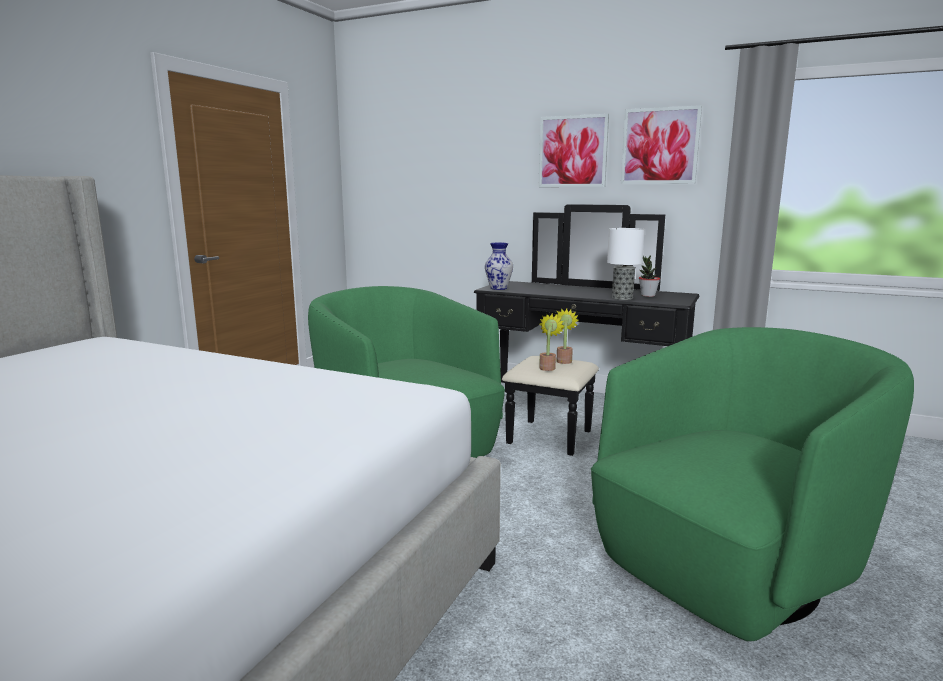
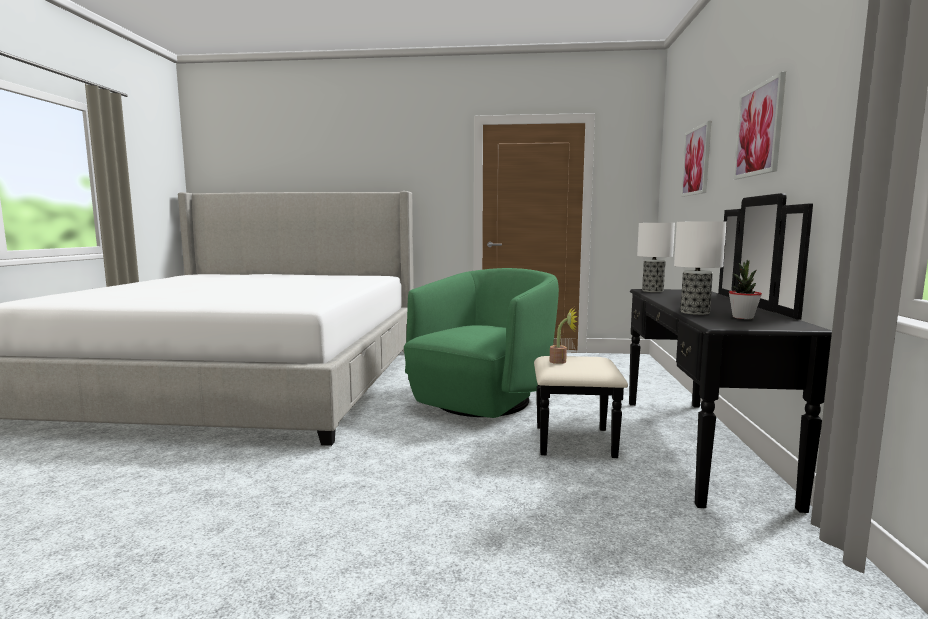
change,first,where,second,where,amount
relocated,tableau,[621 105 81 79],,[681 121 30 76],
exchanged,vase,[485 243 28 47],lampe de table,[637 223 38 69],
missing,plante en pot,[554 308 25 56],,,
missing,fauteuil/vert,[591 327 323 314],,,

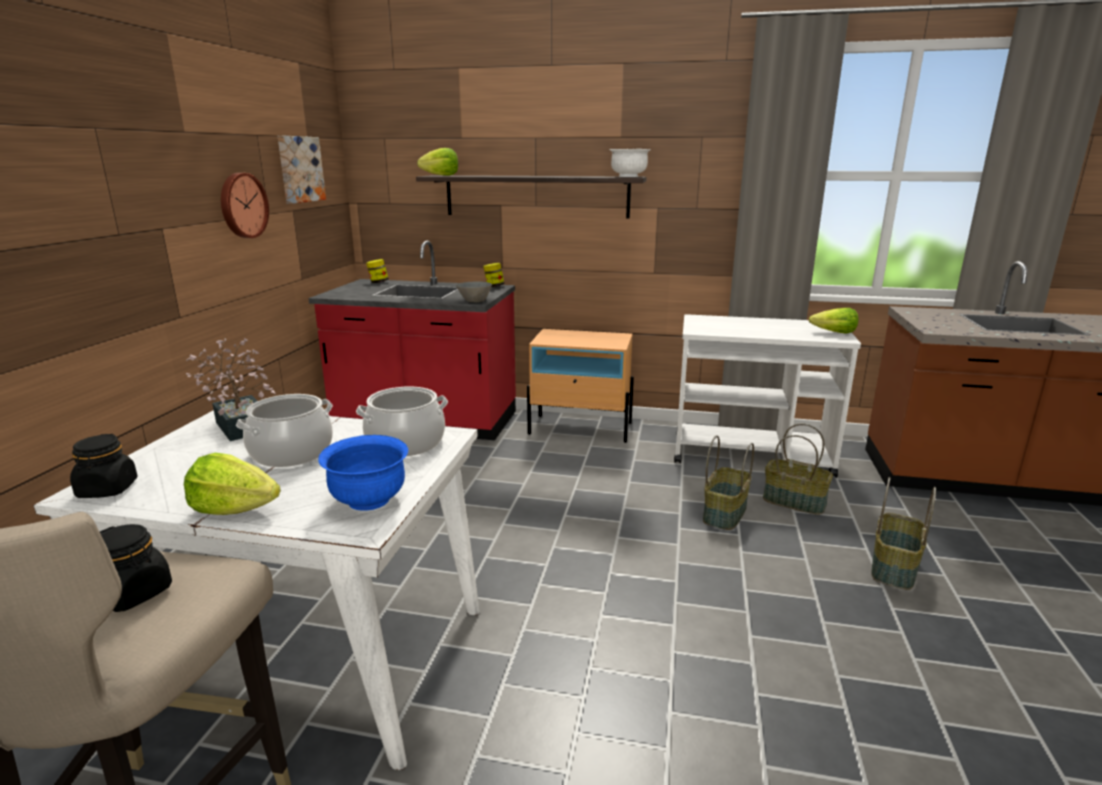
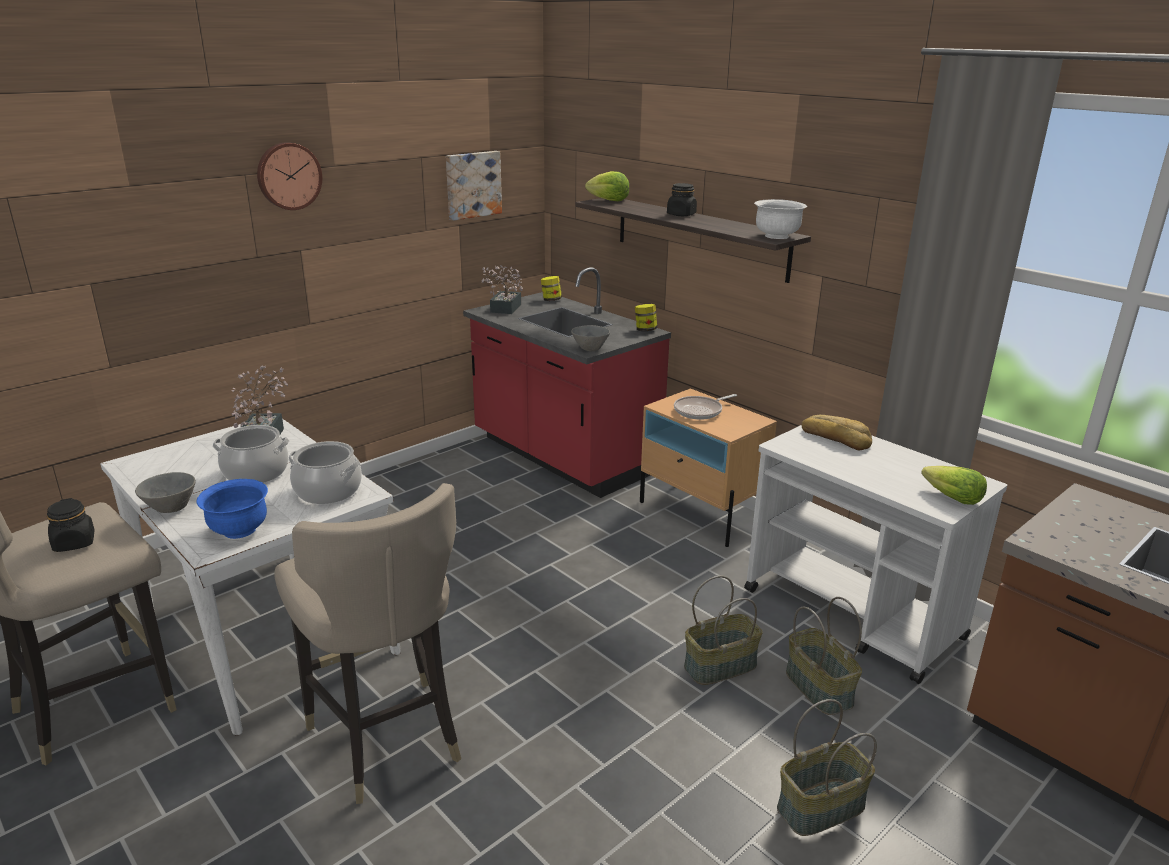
change,first,where,second,where,amount
relocated,horloge murale,[221 173 48 65],,[257 142 65 68],
relocated,bocal/noir,[70 434 68 64],,[667 183 30 33],
exchanged,laitue,[184 453 97 62],bol/gris,[135 472 61 41],
appeared,,,plante en pot,[481 265 42 49],
appeared,,,poêle,[674 394 63 26],
appeared,,,pain,[801 415 71 35],
appeared,,,tabouret/beige,[274 483 187 321],

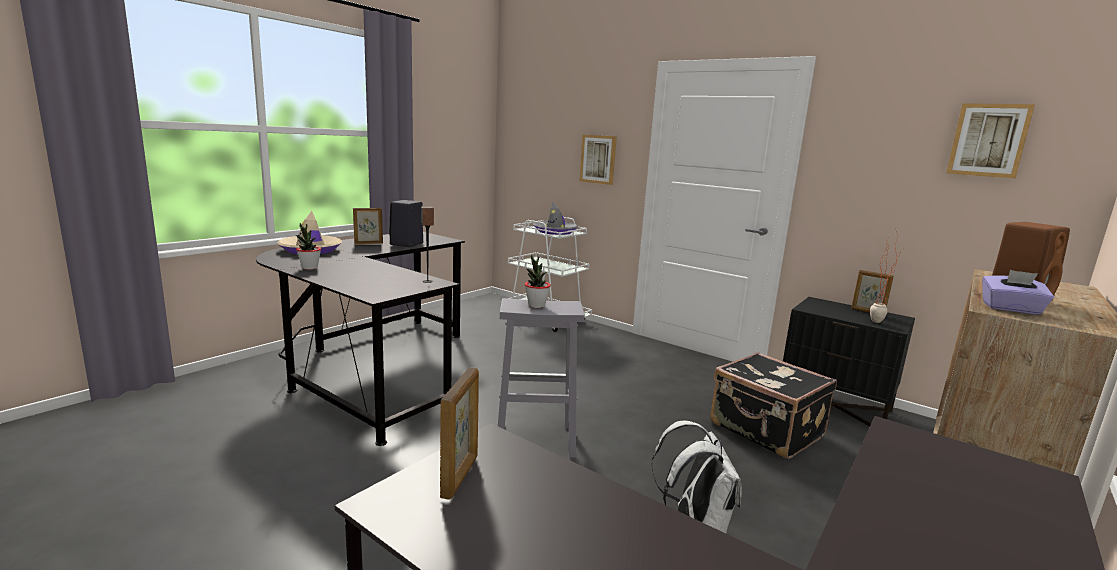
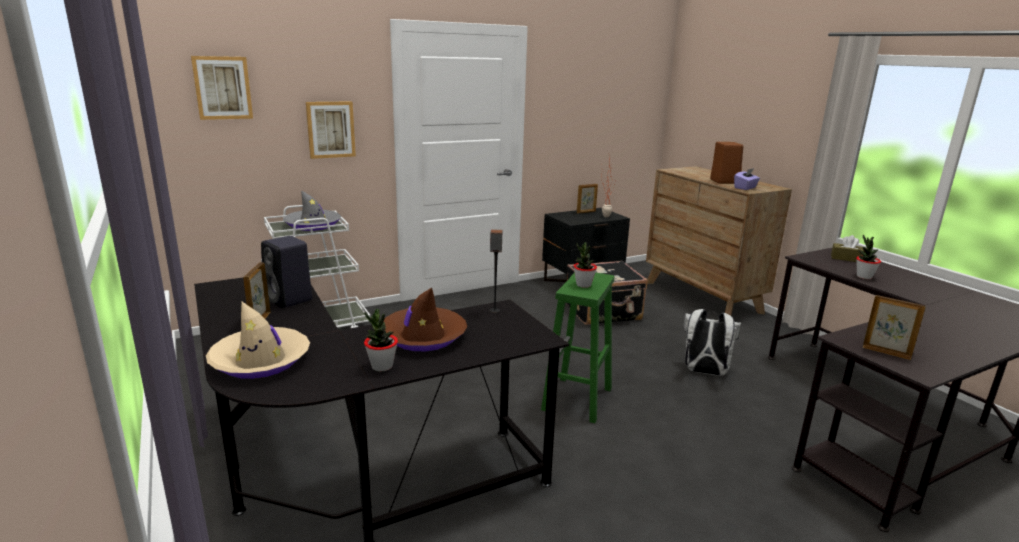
change,first,where,second,where,amount
relocated,tableau,[946 103 89 75],,[191 56 62 64],
colour,tabouret/gris,[498 298 87 160],tabouret/vert,[541 272 74 151],
appeared,,,plante en pot,[856 234 25 45],
appeared,,,boîte à mouchoirs/marron,[831 235 33 27],
appeared,,,chapeau/marron,[384 288 83 63],

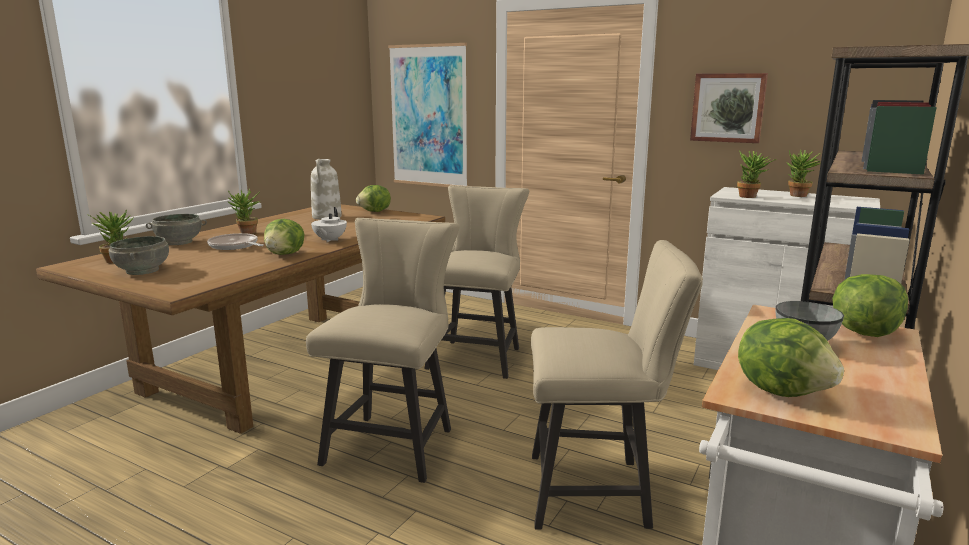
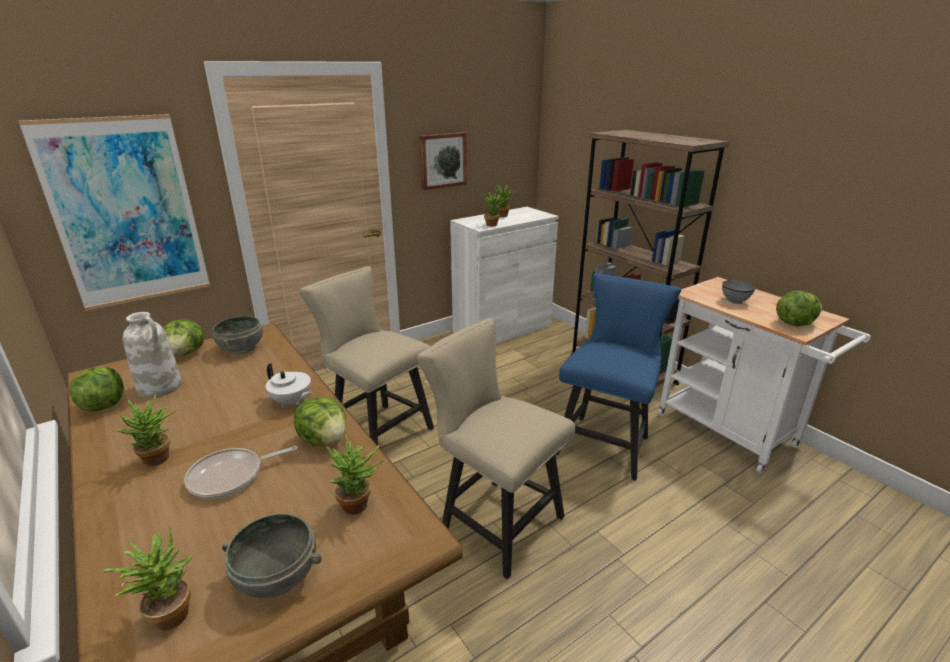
change,first,where,second,where,amount
relocated,bol/gris,[146 214 61 31],,[212 316 51 39],
colour,chaise/beige,[531 240 172 289],chaise/bleu,[555 273 126 208],
relocated,laitue,[832 274 76 63],,[70 367 54 44],
appeared,,,plante en pot,[327 435 58 80],

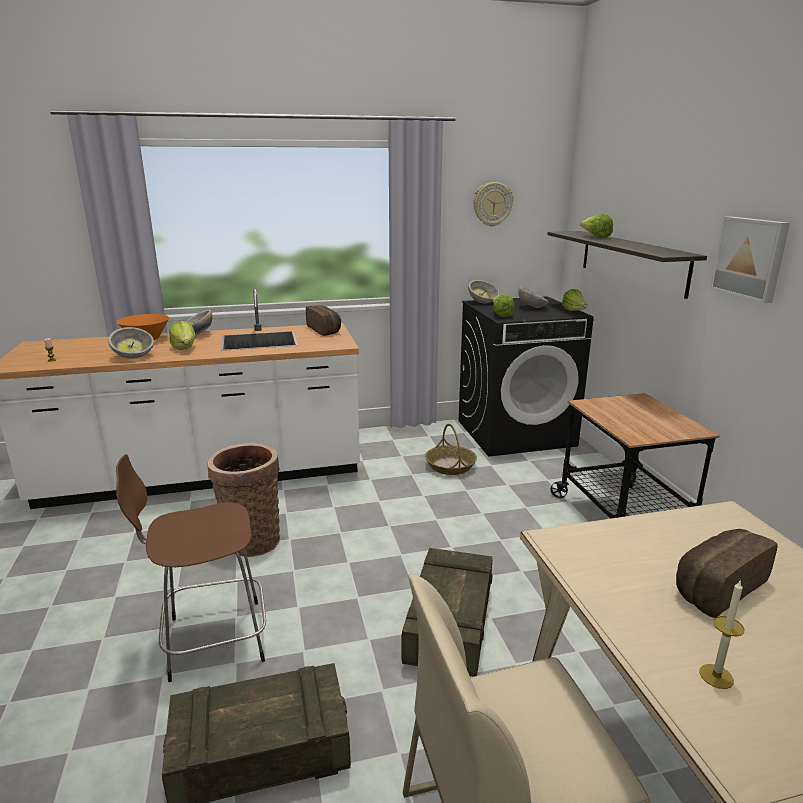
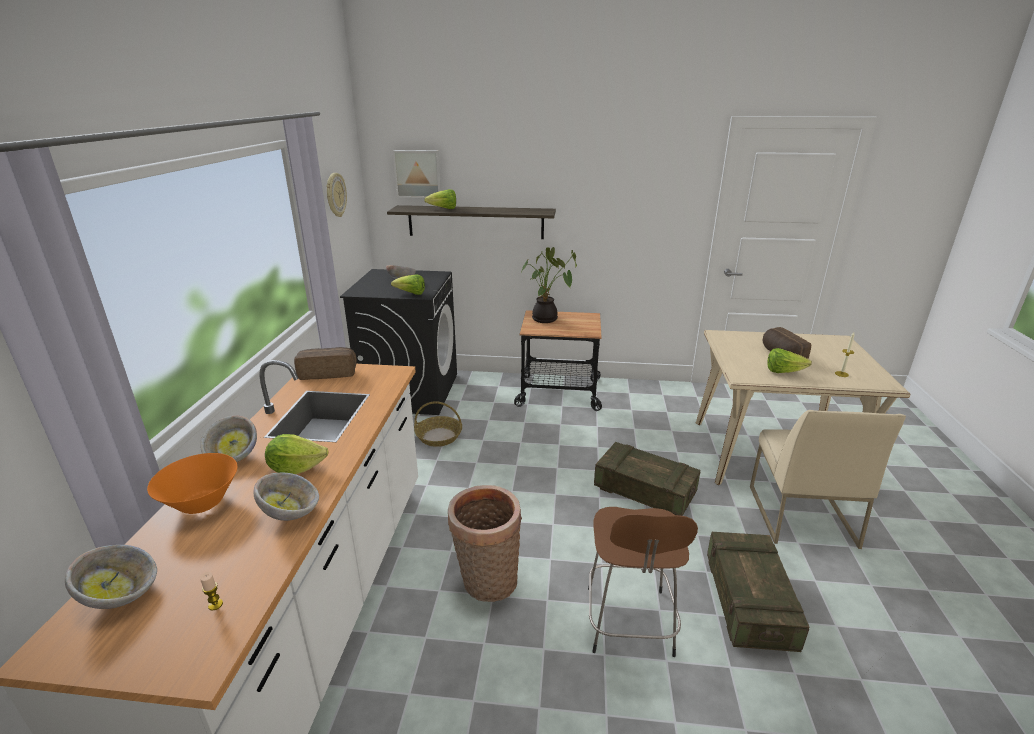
change,first,where,second,where,amount
relocated,tableau,[710 216 80 87],,[393 150 48 48],
relocated,bol,[468 280 32 23],,[65 545 92 64],
relocated,laitue,[562 289 26 22],,[768 348 44 25],
appeared,,,plante en pot,[521 247 56 76],

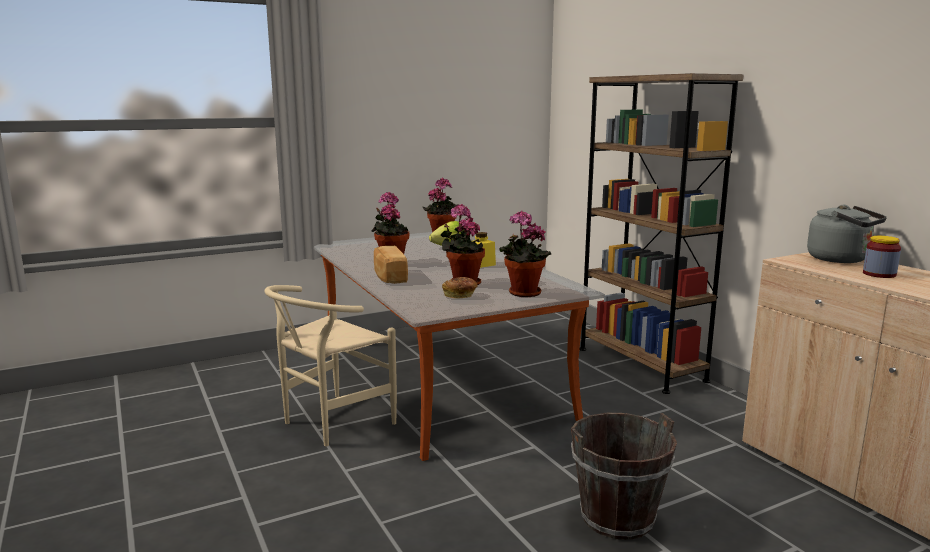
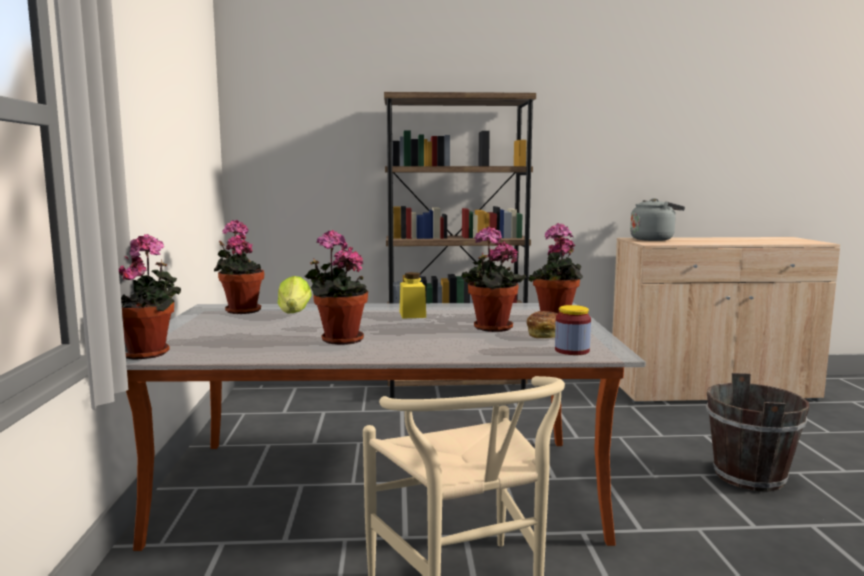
change,first,where,second,where,amount
relocated,bocal,[863 236 38 42],,[555 305 36 50],
missing,pain,[374 245 34 39],,,
appeared,,,plante en pot,[119 234 62 126],

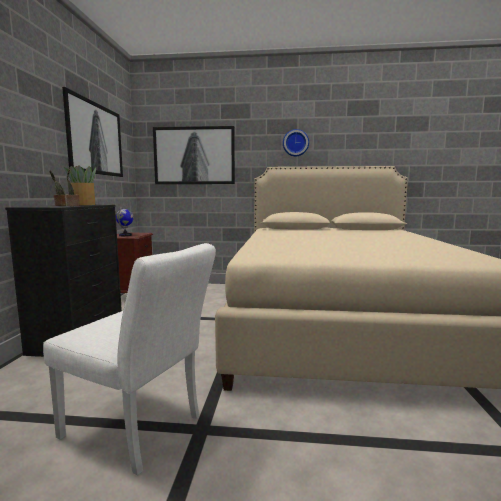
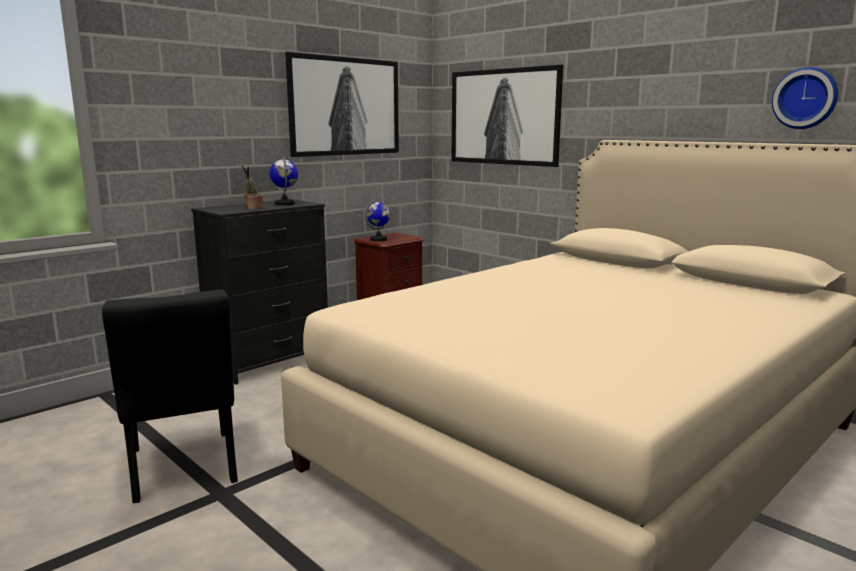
change,first,where,second,where,amount
relocated,horloge murale,[283 129 26 27],,[772 67 66 62],
exchanged,plante en pot,[64 165 32 40],globe,[270 156 28 49],
colour,chaise/blanc,[43 243 173 233],chaise/noir,[102 290 136 213],

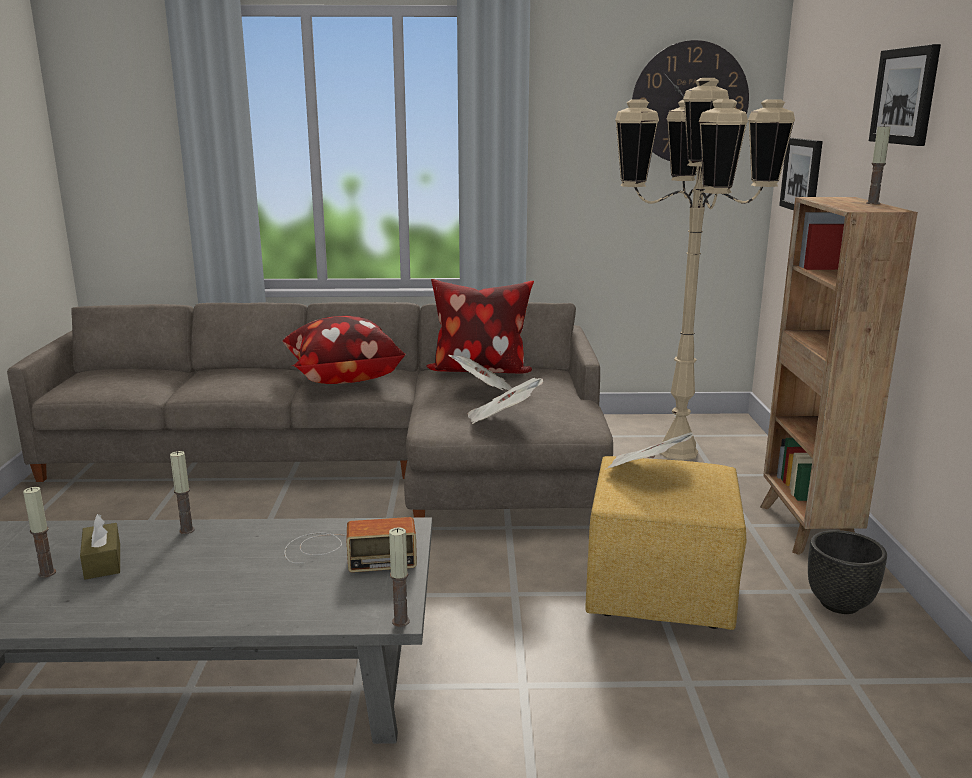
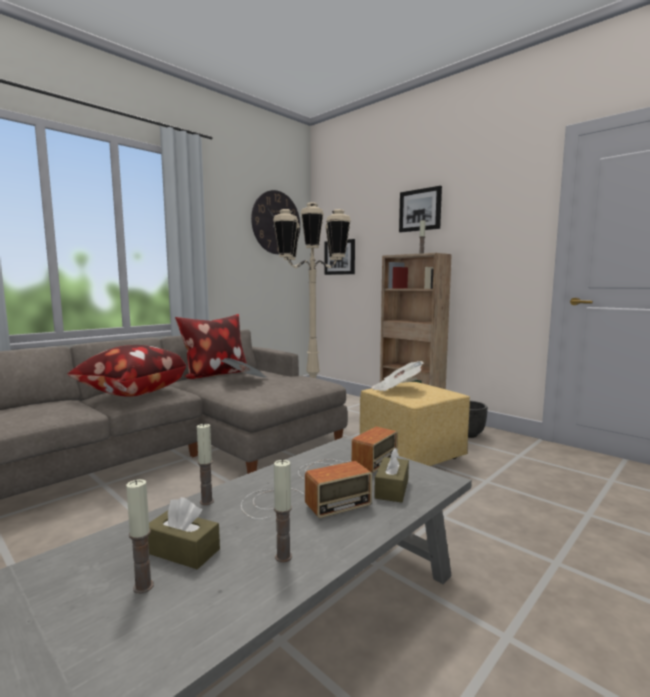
change,first,where,second,where,amount
missing,journal,[468 378 75 46],,,
relocated,bougie,[389 527 21 100],,[274 460 18 103],
appeared,,,boîte à mouchoirs/marron,[374 448 35 54],
appeared,,,radio,[241 461 131 58],

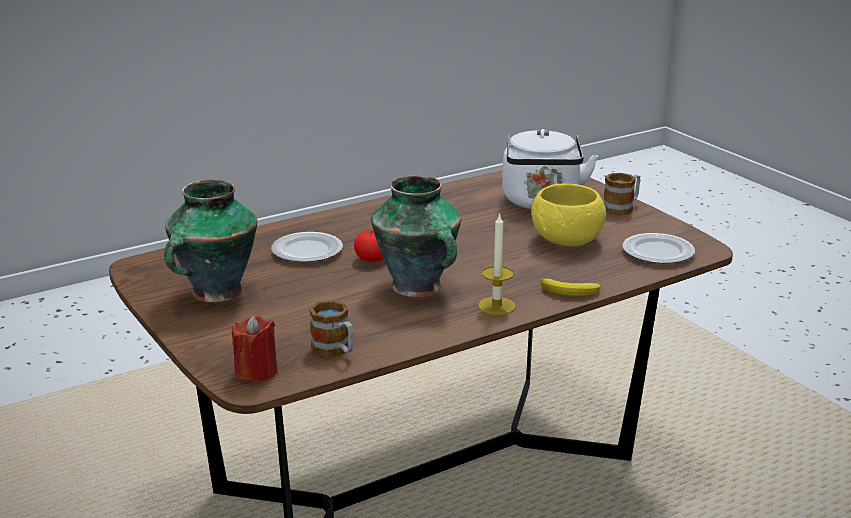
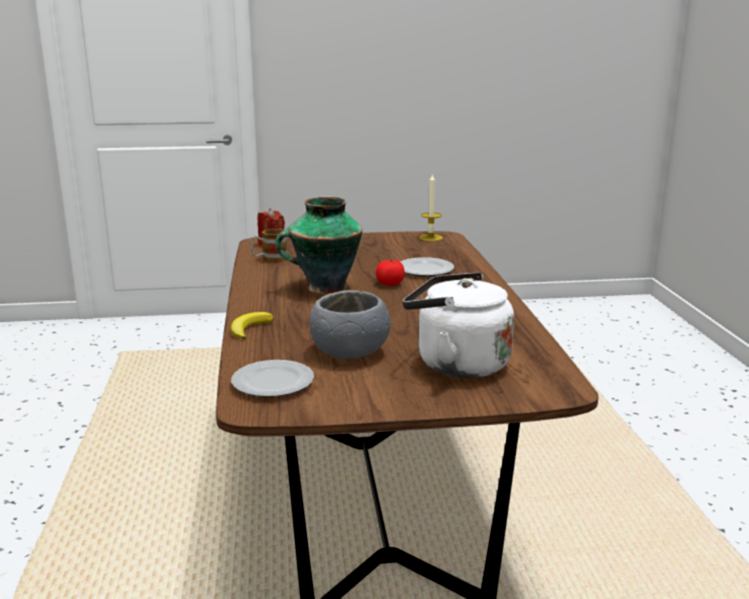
change,first,where,second,where,amount
missing,mug,[604 173 36 43],,,
missing,vase,[164 180 93 123],,,
colour,bol/jaune,[531 184 75 62],bol/gris,[309 290 82 69],
relocated,bougie,[478 212 38 103],,[419 173 24 68],

